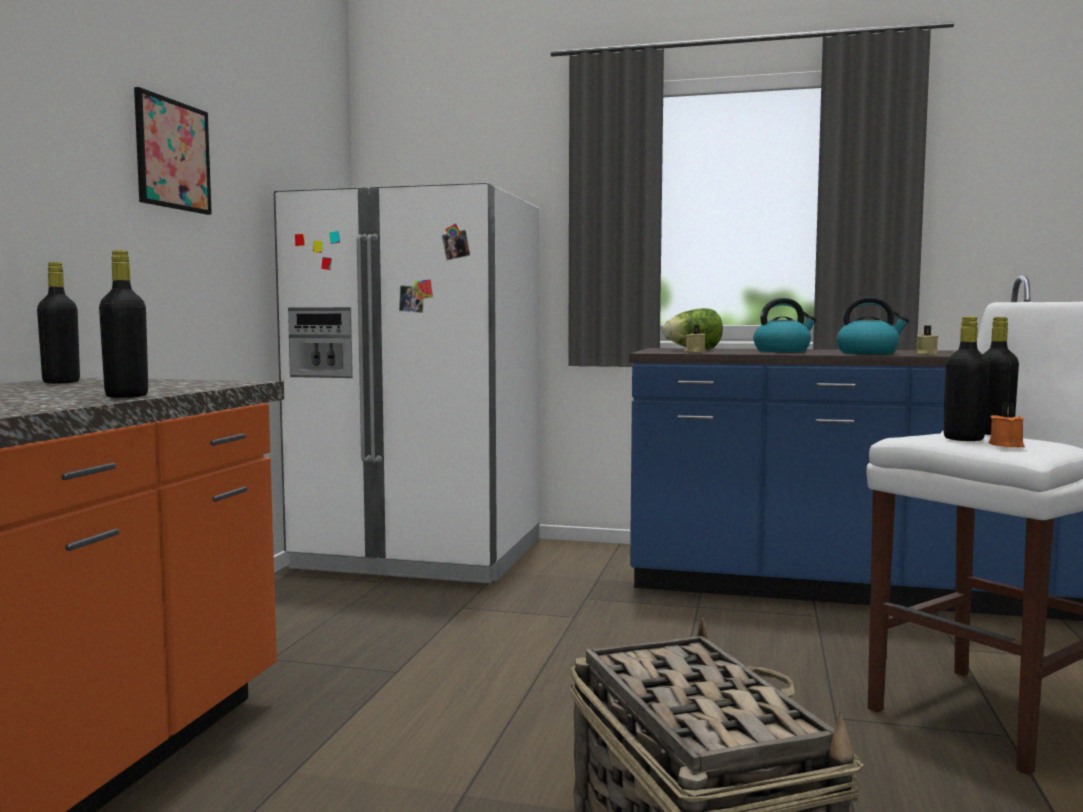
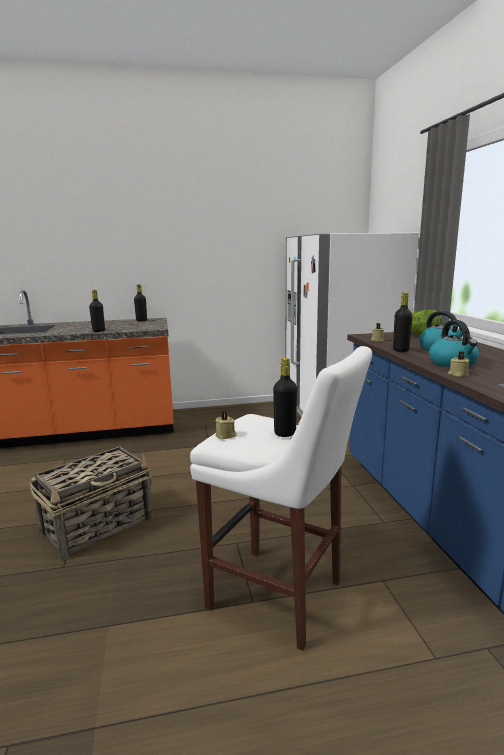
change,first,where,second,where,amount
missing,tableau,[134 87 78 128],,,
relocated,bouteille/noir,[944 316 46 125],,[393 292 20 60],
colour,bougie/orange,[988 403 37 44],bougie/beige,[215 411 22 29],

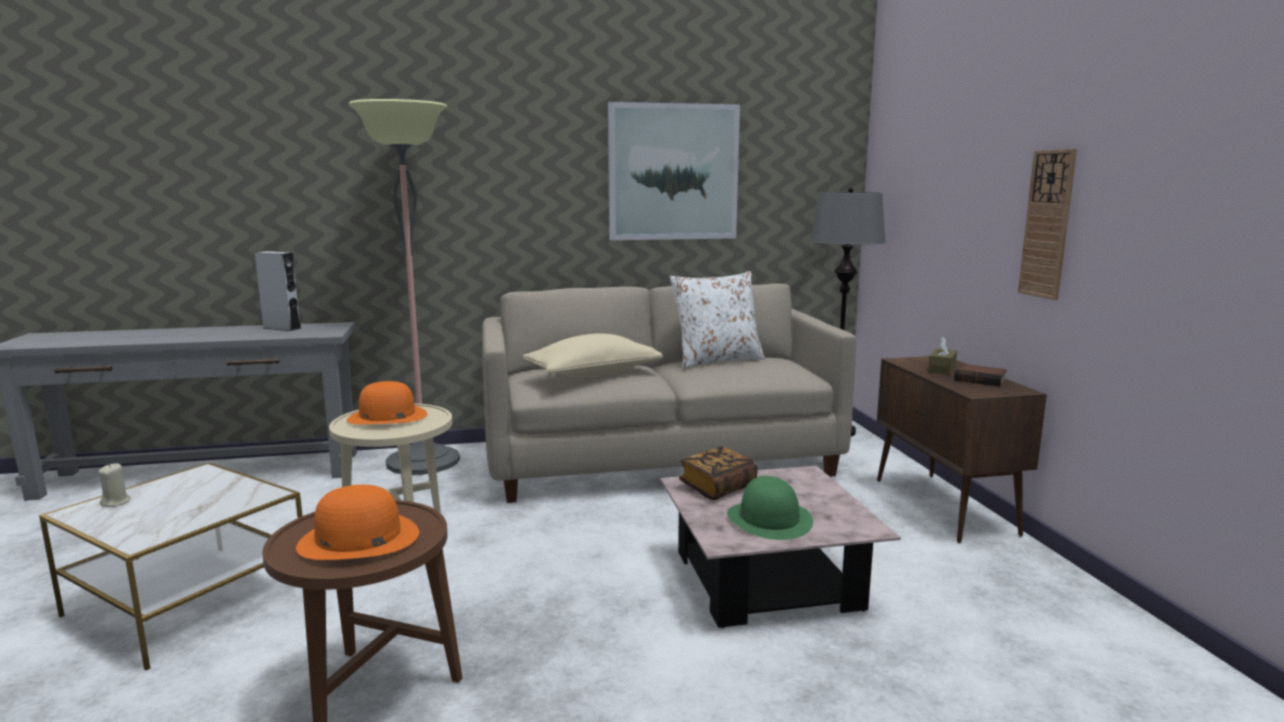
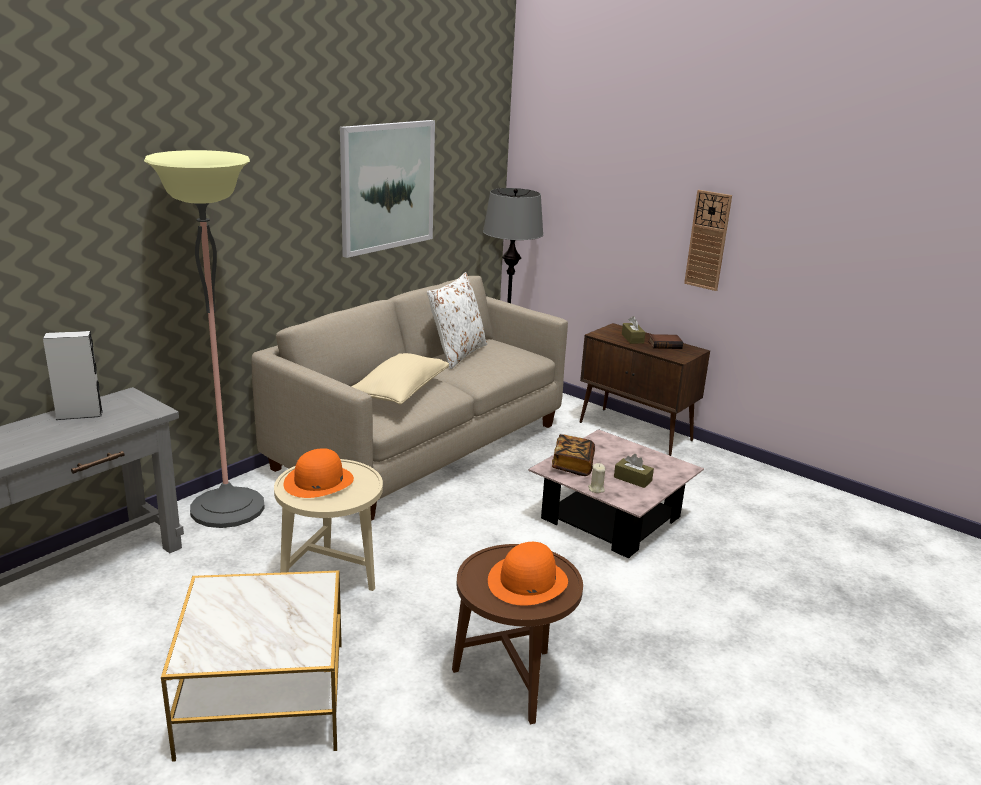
change,first,where,second,where,amount
relocated,bougie/beige,[98 464 33 43],,[588 463 18 30],
exchanged,chapeau/vert,[727 476 86 64],boîte à mouchoirs/marron,[614 454 40 34],

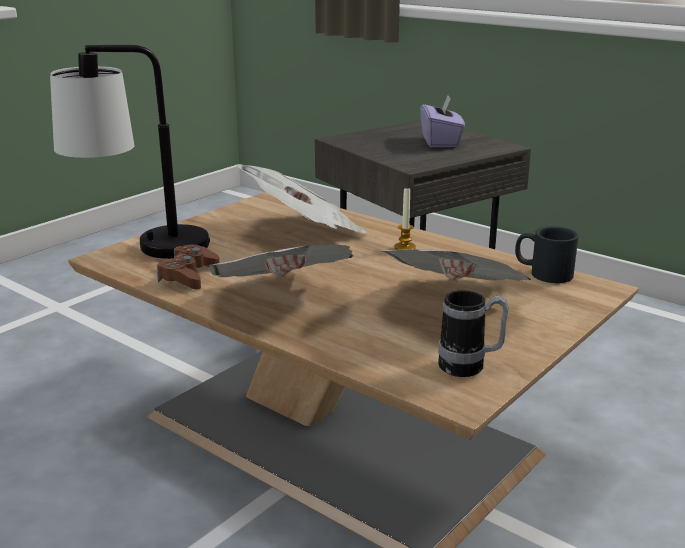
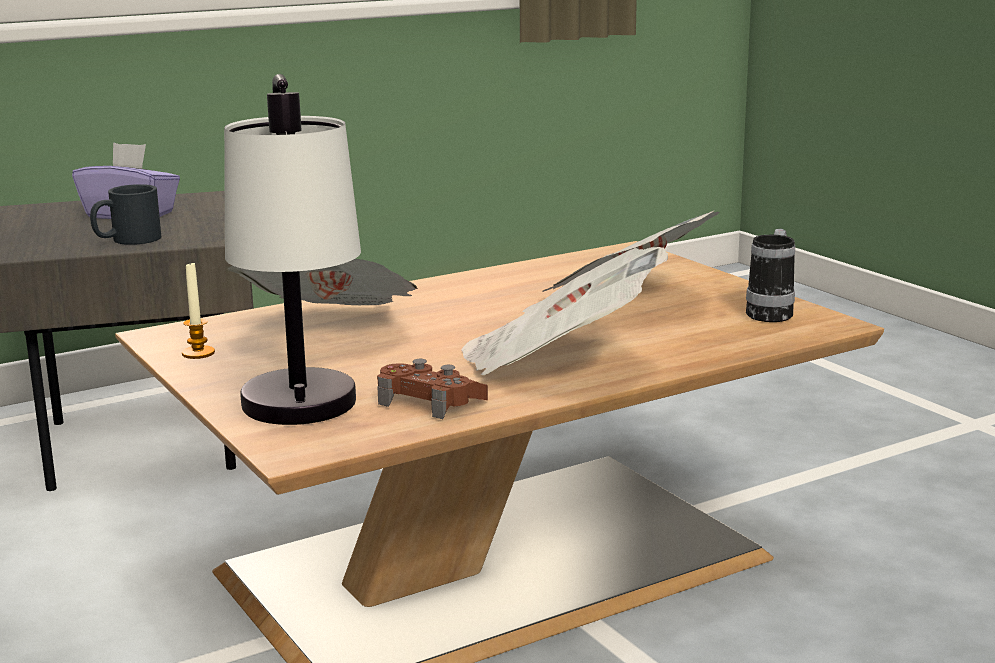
change,first,where,second,where,amount
relocated,bougie,[394 188 22 62],,[182 263 33 96],
relocated,mug/noir,[515 226 64 57],,[90 184 71 61],

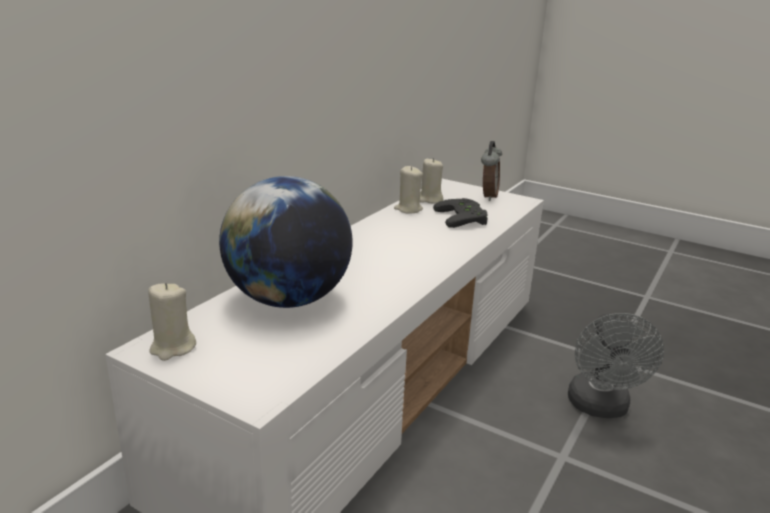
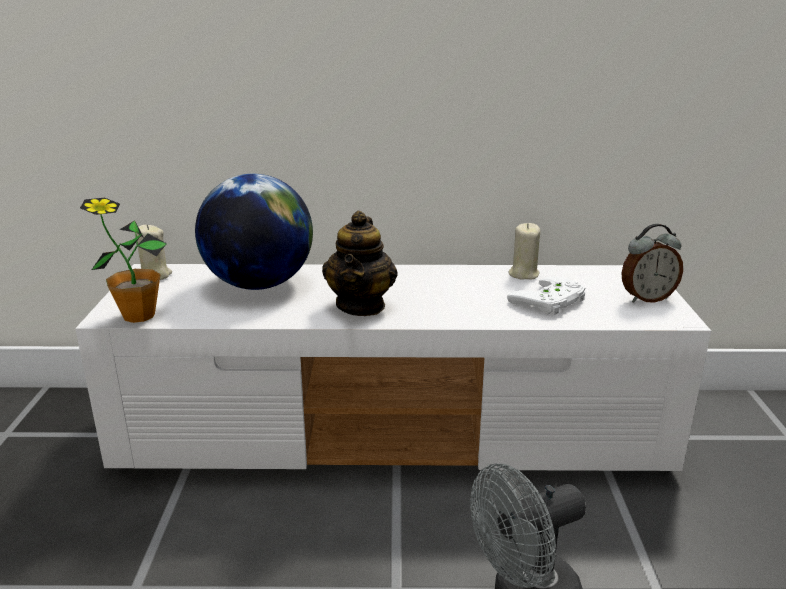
change,first,where,second,where,amount
missing,bougie/beige,[420 158 23 45],,,
colour,manette/noir,[433 198 55 30],manette/blanc,[507 277 79 39],
appeared,,,plante en pot,[80 198 87 125],
appeared,,,théière,[322 211 76 105],

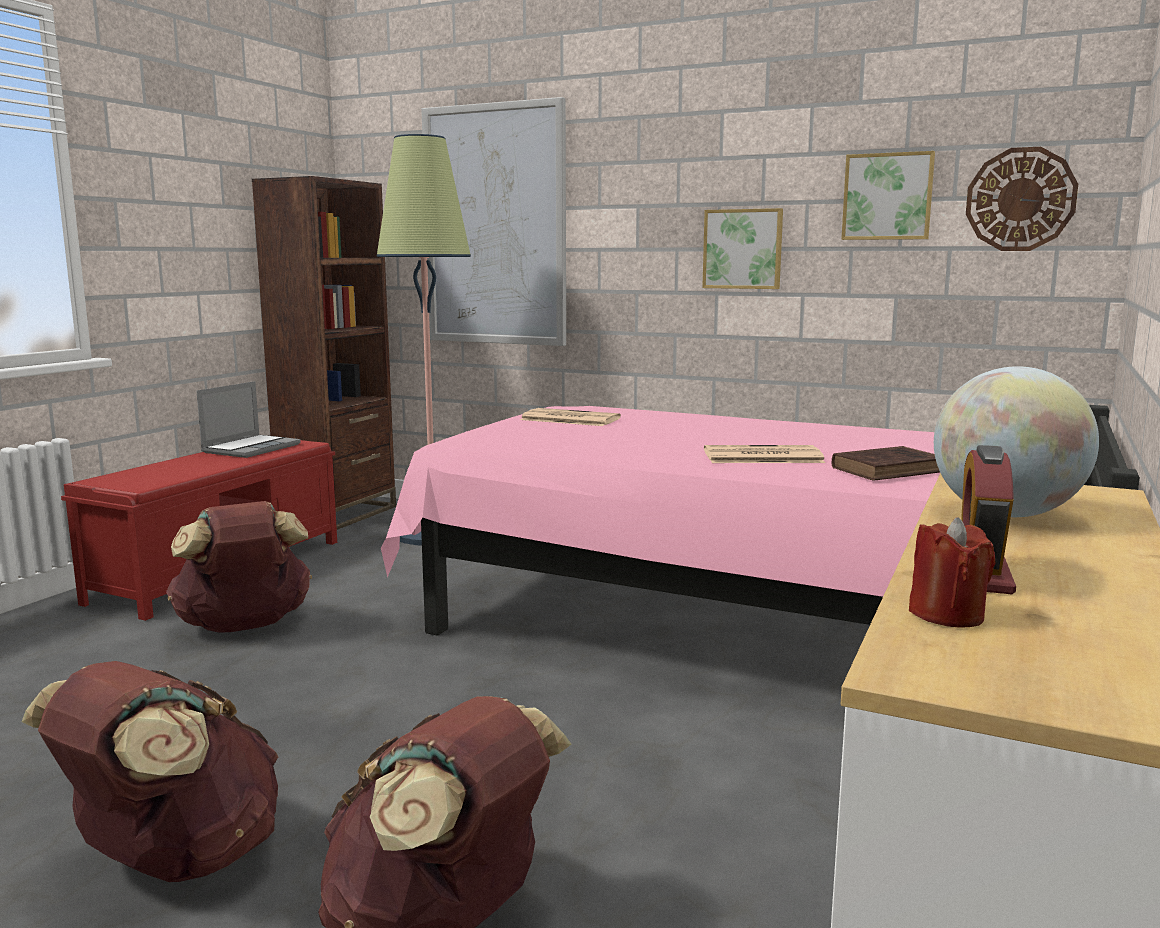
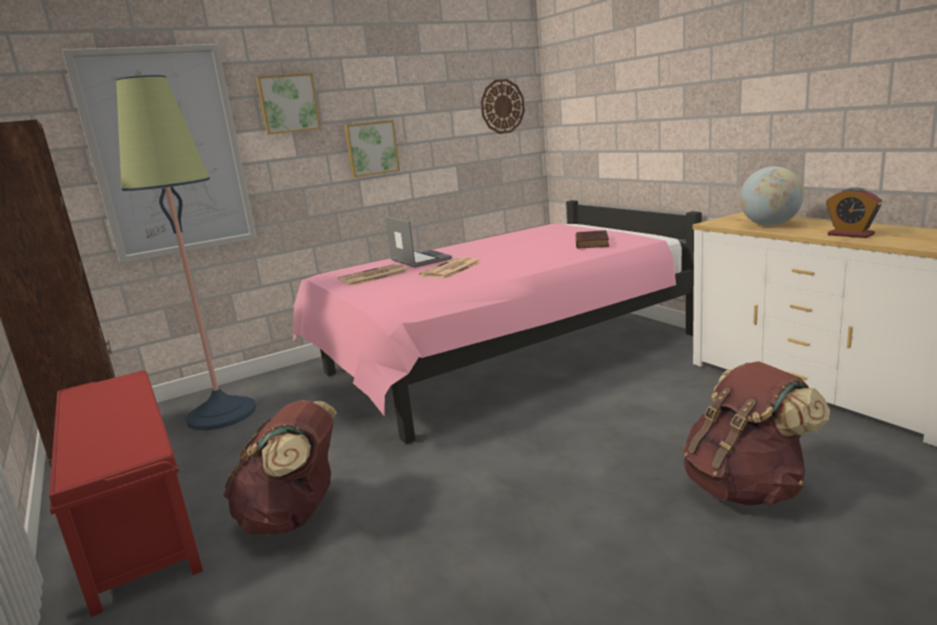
change,first,where,second,where,amount
relocated,tableau,[841 151 94 89],,[256 73 65 62],
relocated,ordinateur portable,[196 381 105 77],,[385 217 67 51],
relocated,journal,[704 445 121 18],,[419 257 63 21],
missing,bougie/rouge,[909 517 87 111],,,
missing,sac à dos/marron,[22 661 257 221],,,

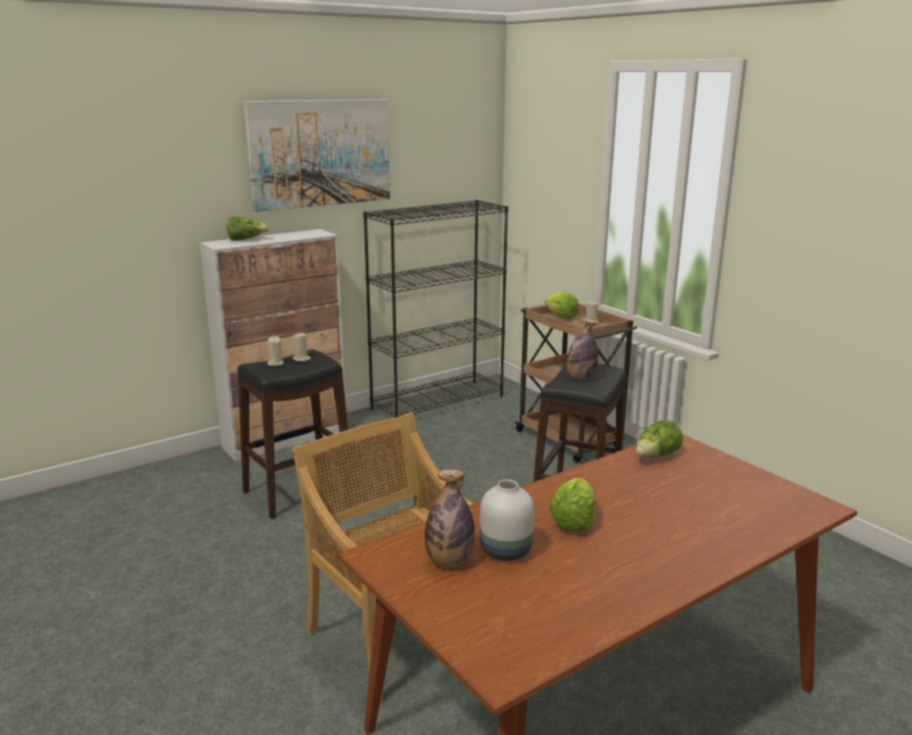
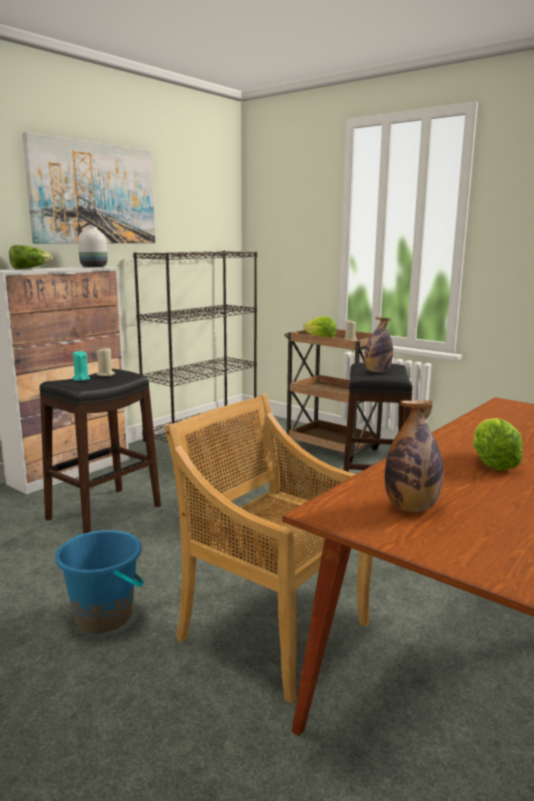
change,first,where,second,where,amount
colour,bougie/beige,[268 336 16 30],bougie/turquoise,[72 350 18 31],
missing,laitue,[636 420 47 37],,,
relocated,vase/blanc,[480 479 54 82],,[78 227 30 40],
appeared,,,seau/bleu,[55 530 89 103],

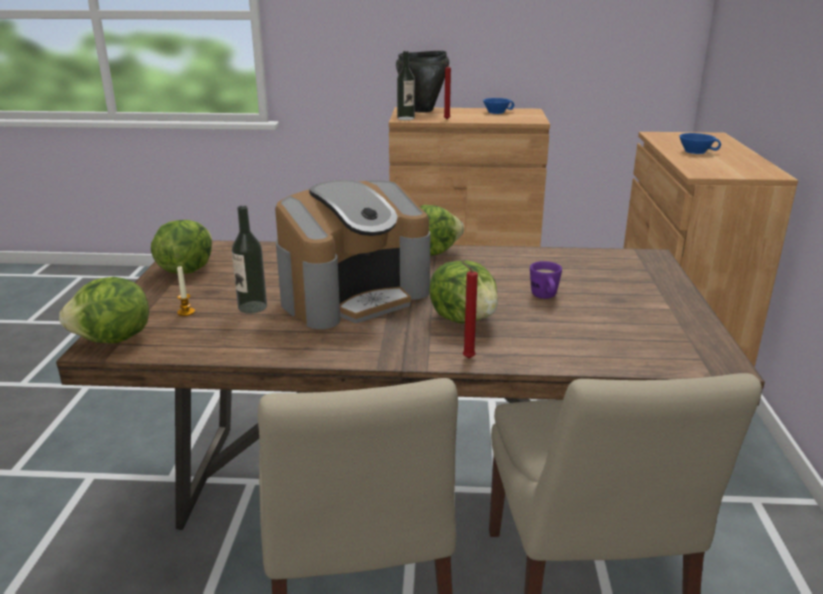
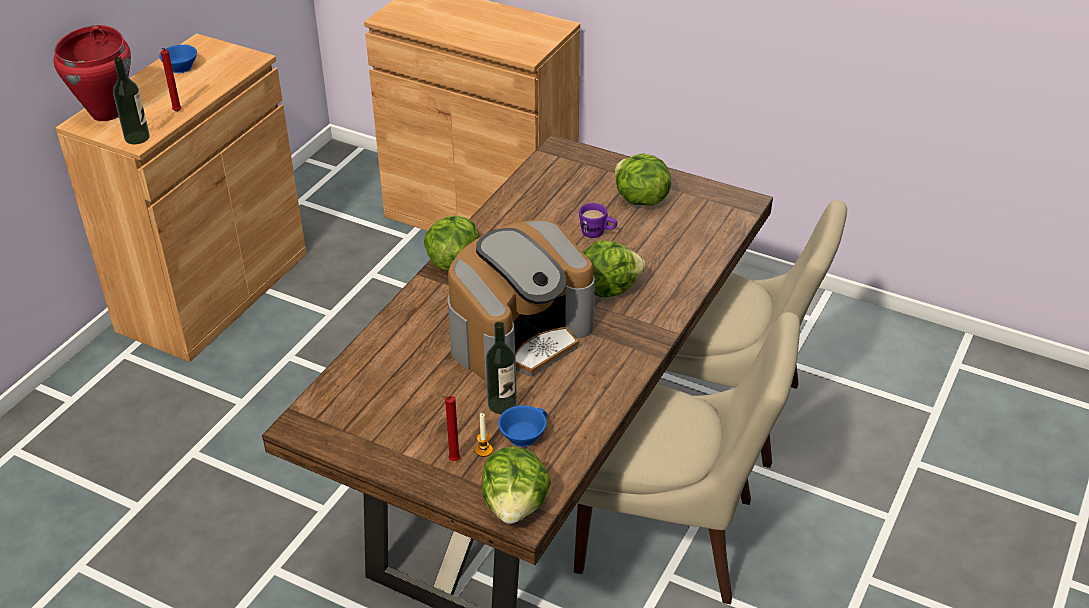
change,first,where,second,where,amount
colour,marmite/noir,[396 51 53 62],marmite/rouge,[53 25 78 96],
relocated,tasse/bleu,[679 133 42 21],,[498 405 49 42],
spun,machine à café,[275 180 155 149],,[447 220 148 164],60 degrees clockwise
relocated,laitue,[151 220 61 54],,[615 153 56 53],
relocated,bougie/rouge,[461 261 17 97],,[442 396 18 65],

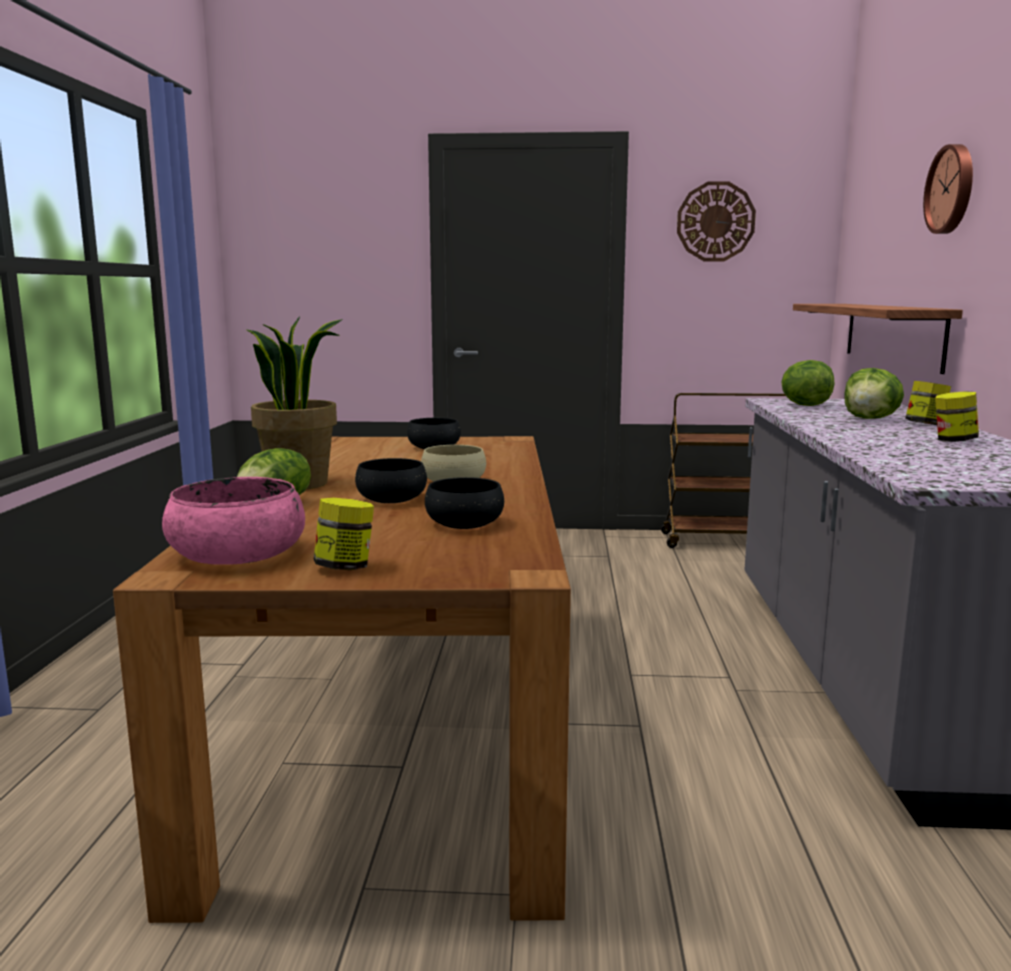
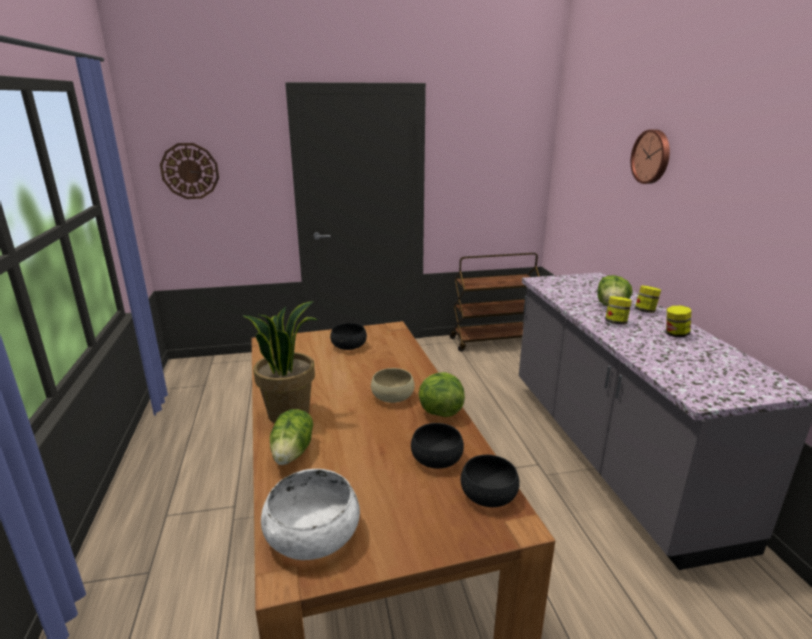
change,first,where,second,where,amount
relocated,horloge murale,[677 181 79 80],,[160 143 59 56],
missing,étagère,[793 304 170 70],,,
relocated,laitue,[781 360 54 46],,[419 372 46 45],
relocated,bol/noir,[355 458 72 45],,[461 455 59 52],
colour,bol/rose,[162 477 143 88],bol/blanc,[261 469 99 91],
relocated,bocal,[314 498 60 72],,[605 296 27 29],

